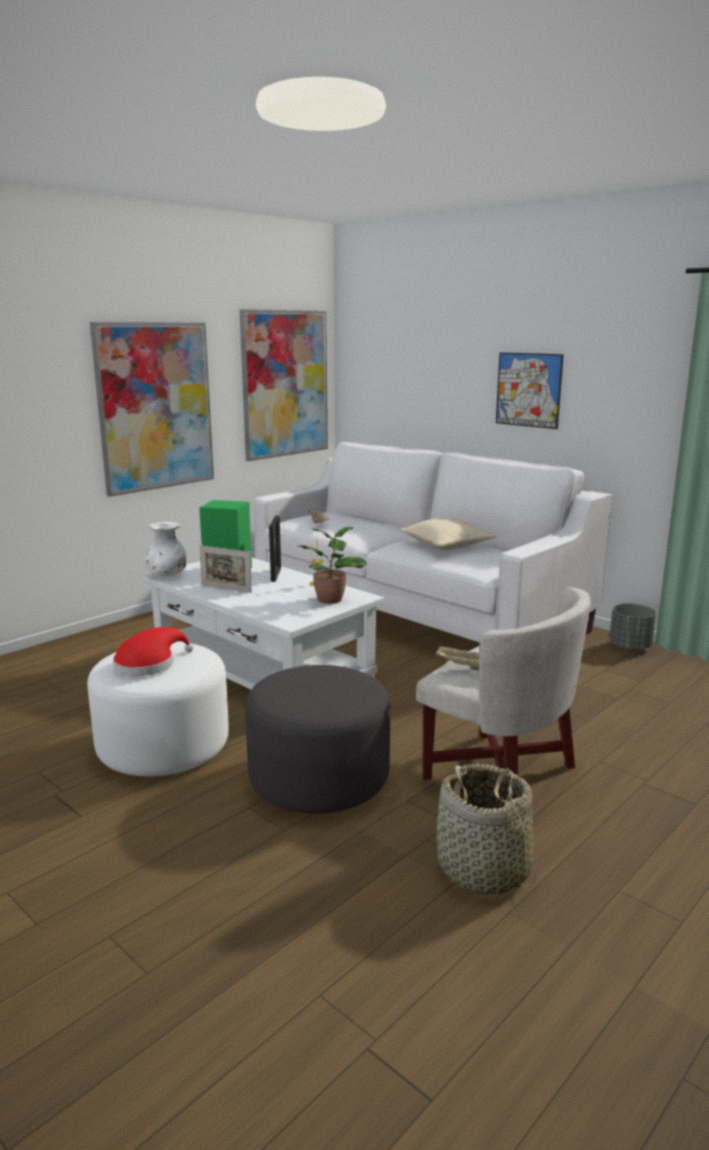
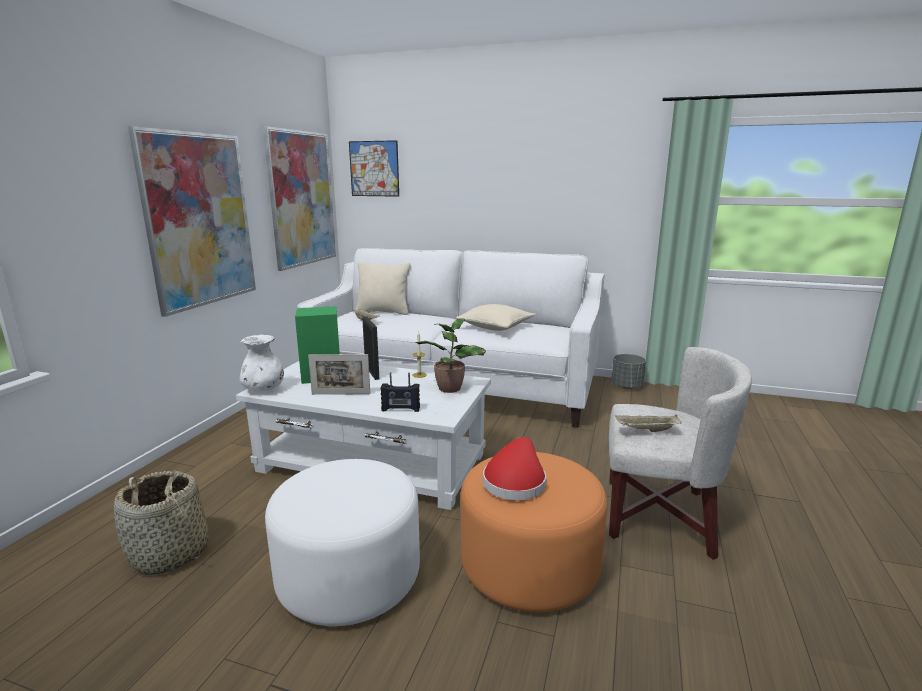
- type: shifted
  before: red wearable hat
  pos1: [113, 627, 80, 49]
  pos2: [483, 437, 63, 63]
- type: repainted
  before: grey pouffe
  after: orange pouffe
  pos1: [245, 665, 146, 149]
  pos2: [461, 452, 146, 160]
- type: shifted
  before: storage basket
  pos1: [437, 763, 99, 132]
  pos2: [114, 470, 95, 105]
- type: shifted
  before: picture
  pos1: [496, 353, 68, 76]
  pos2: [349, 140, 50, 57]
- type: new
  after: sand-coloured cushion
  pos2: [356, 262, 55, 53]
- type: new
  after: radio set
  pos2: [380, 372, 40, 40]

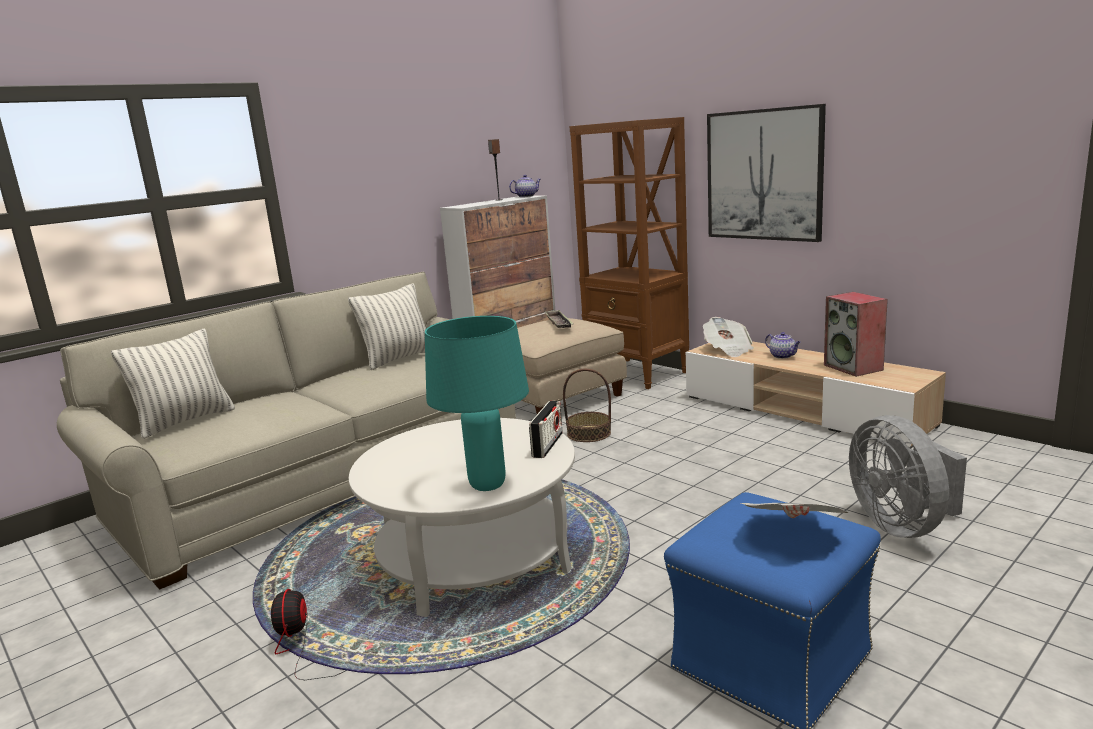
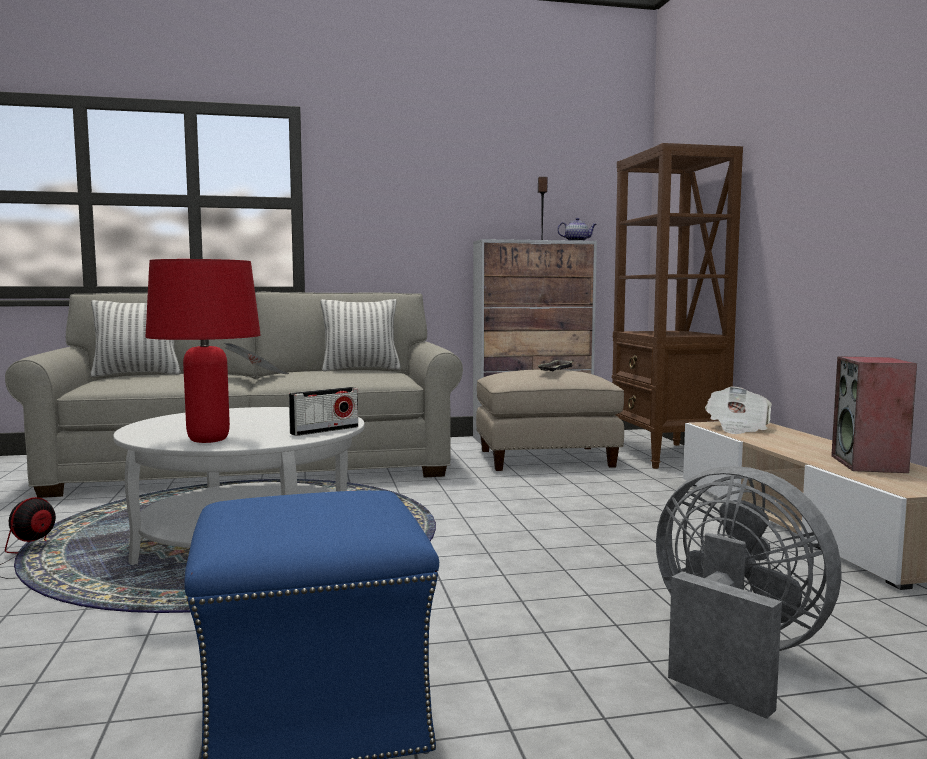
- type: repainted
  before: turquoise tabletop lamp
  after: red tabletop lamp
  pos1: [425, 316, 104, 175]
  pos2: [146, 259, 115, 184]
- type: gone
  before: storage basket
  pos1: [563, 369, 48, 73]
- type: gone
  before: picture
  pos1: [707, 104, 119, 138]
- type: shifted
  before: newspaper
  pos1: [741, 503, 107, 15]
  pos2: [224, 343, 65, 31]
- type: gone
  before: teapot
  pos1: [765, 332, 36, 27]
- type: rotated
  before: grey cooling fan
  pos1: [849, 415, 118, 123]
  pos2: [656, 466, 186, 253]
  turn: 120

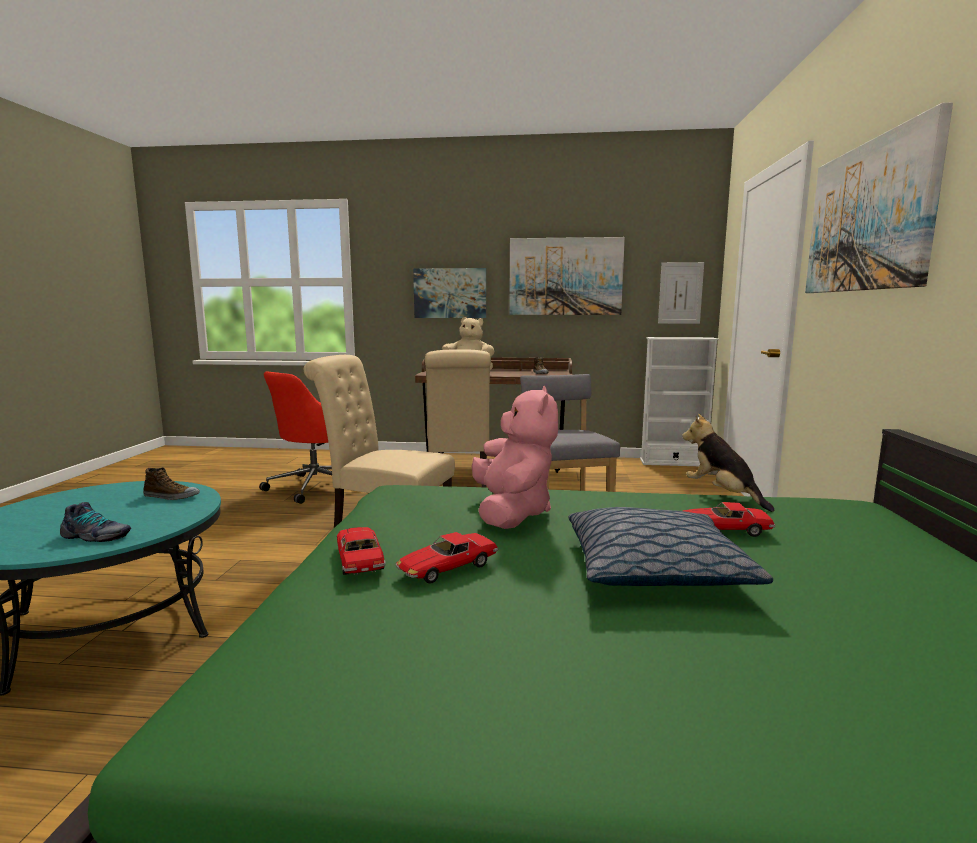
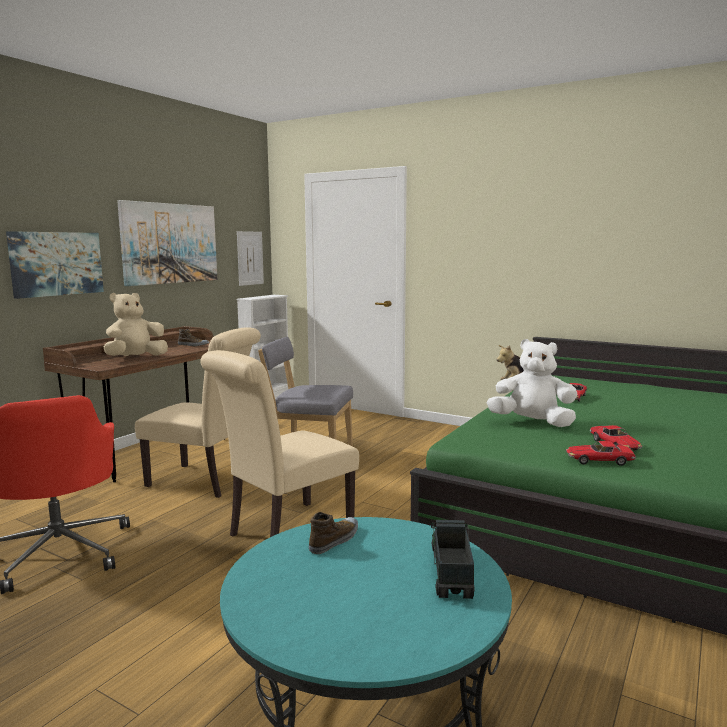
- type: swapped
  before: low shoe
  after: toy truck
  pos1: [60, 502, 71, 40]
  pos2: [431, 520, 44, 79]
- type: repainted
  before: pinkish cuddly toy
  after: white cuddly toy
  pos1: [472, 386, 86, 143]
  pos2: [486, 339, 91, 88]
- type: gone
  before: cushion
  pos1: [568, 507, 205, 79]
- type: gone
  before: picture
  pos1: [805, 102, 148, 191]

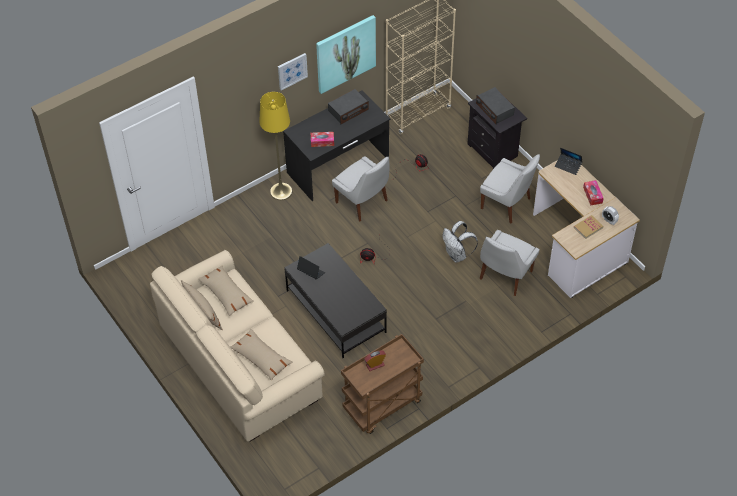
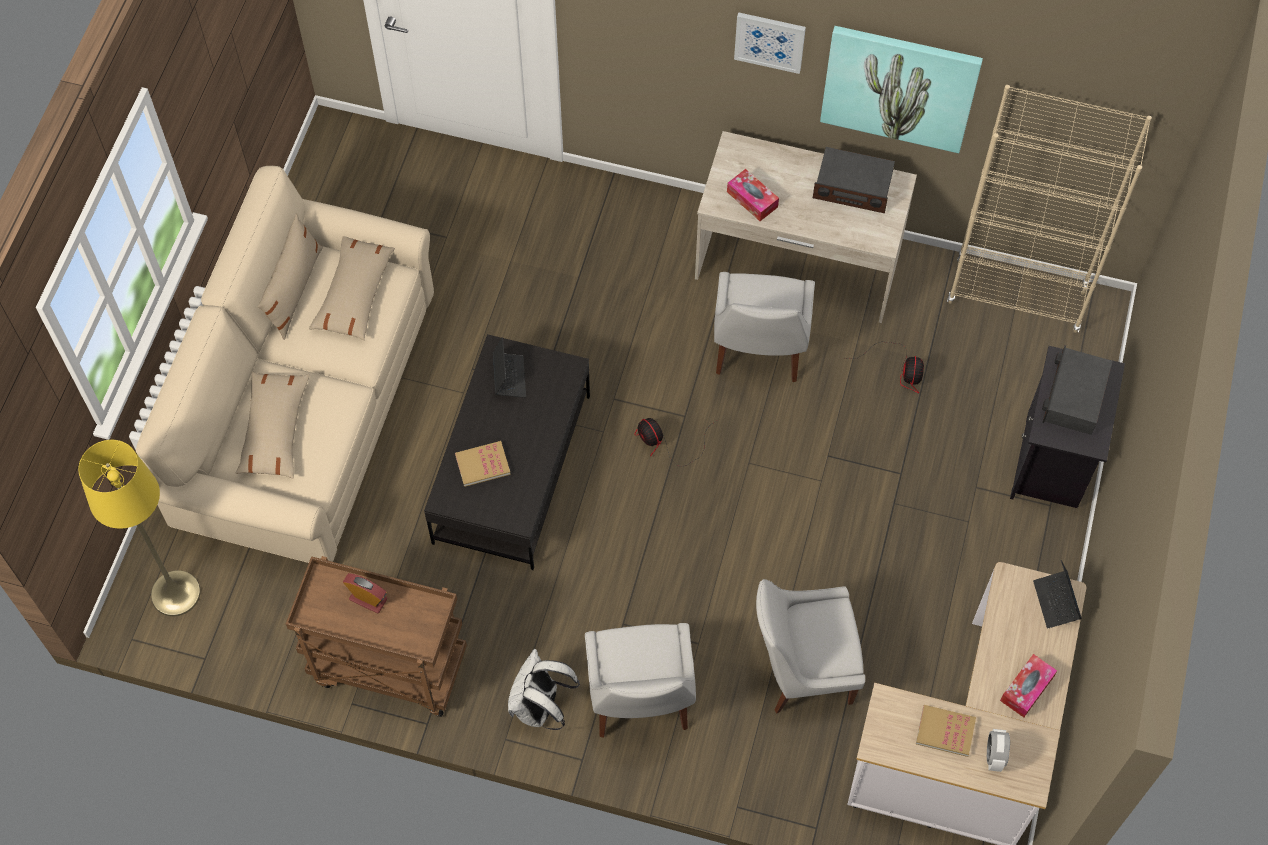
- type: shifted
  before: yellow-coloured standing lamp
  pos1: [259, 92, 33, 108]
  pos2: [78, 440, 123, 176]
- type: repainted
  before: black desk table
  after: sand-coloured desk table
  pos1: [283, 90, 107, 111]
  pos2: [695, 131, 222, 192]
- type: shifted
  before: white rucksack
  pos1: [443, 221, 35, 41]
  pos2: [508, 649, 72, 81]
- type: shifted
  before: white chair
  pos1: [480, 154, 60, 69]
  pos2: [585, 623, 111, 115]
- type: new
  after: volume
  pos2: [455, 441, 56, 46]

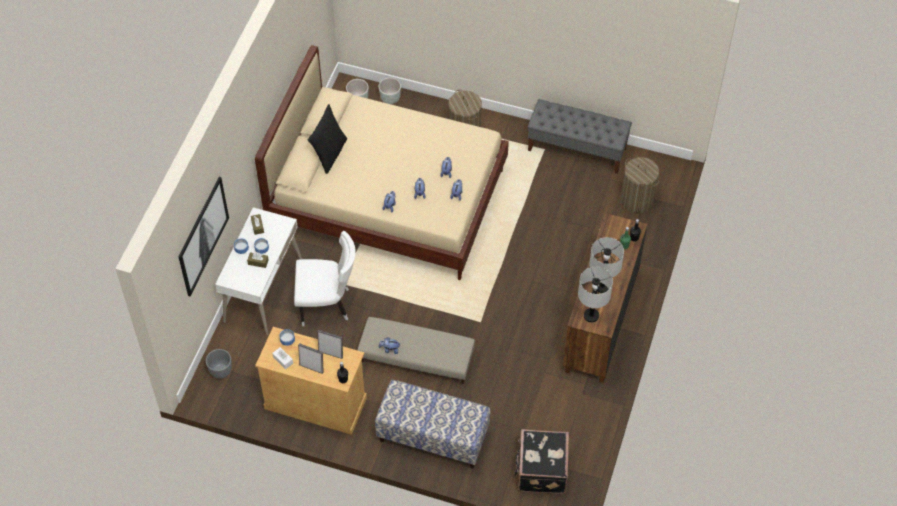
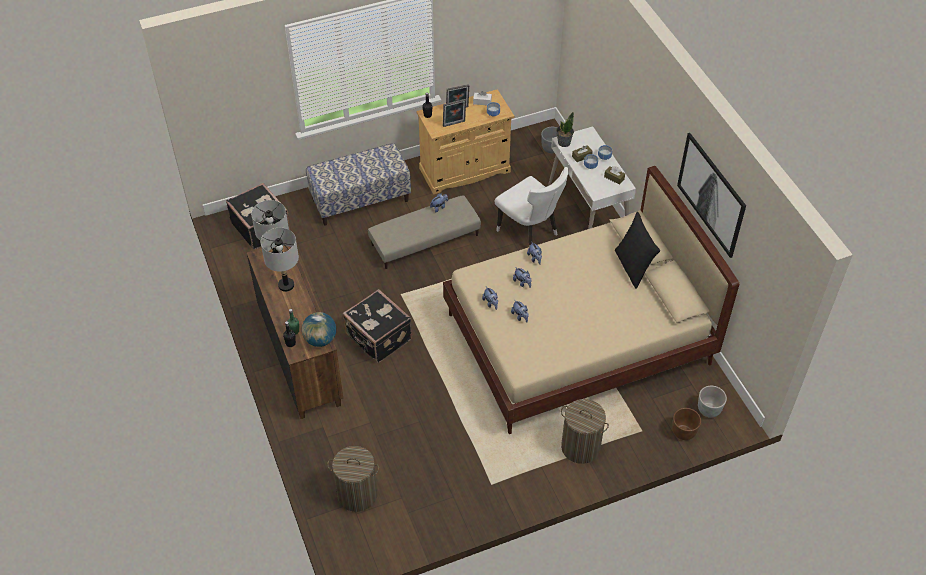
- type: shifted
  before: picture
  pos1: [178, 177, 51, 119]
  pos2: [677, 133, 69, 125]
- type: rotated
  before: white chair
  pos1: [294, 231, 62, 95]
  pos2: [495, 167, 74, 80]
  turn: -90
- type: repainted
  before: grey planter
  after: brown-coloured planter
  pos1: [379, 78, 22, 26]
  pos2: [672, 408, 29, 32]
- type: gone
  before: grey bench
  pos1: [528, 99, 104, 75]
- type: new
  after: globe
  pos2: [302, 312, 34, 35]
- type: new
  after: black piece of luggage
  pos2: [343, 289, 69, 74]
- type: new
  after: potted plant
  pos2: [556, 112, 18, 35]

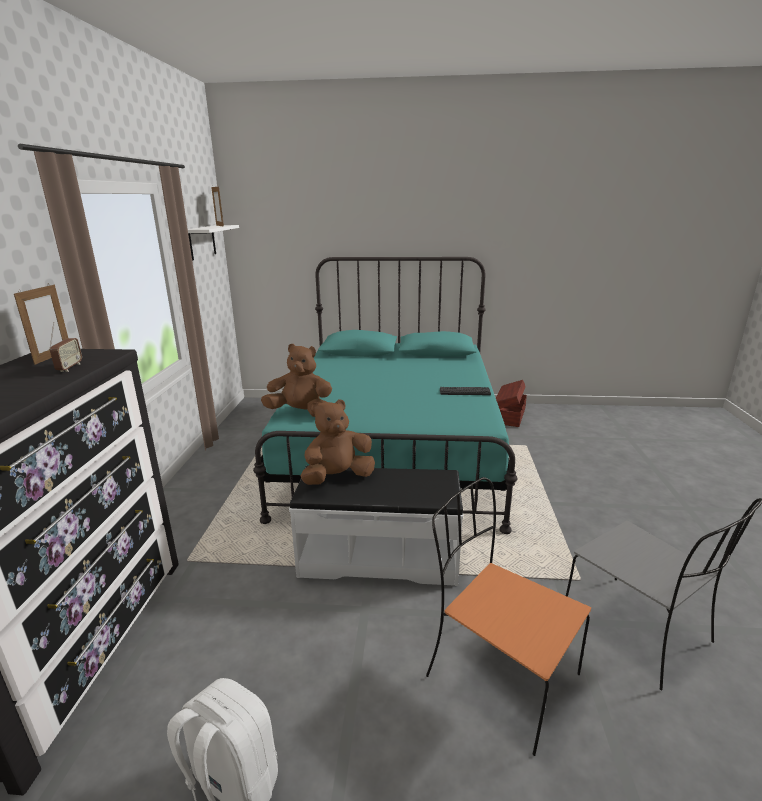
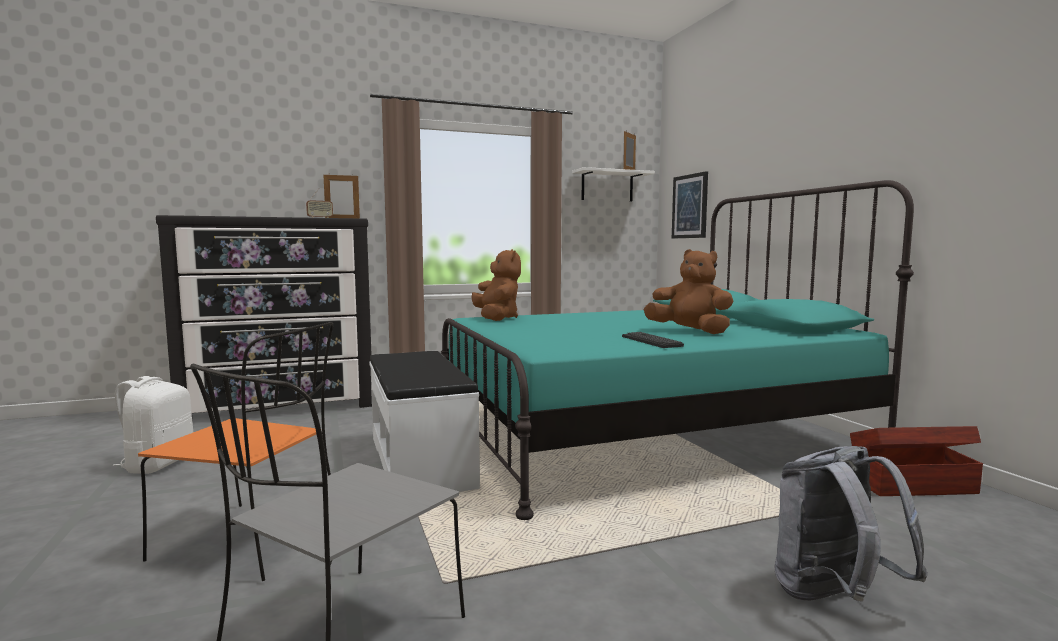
- type: shifted
  before: brown-coloured cuddly toy
  pos1: [300, 399, 75, 86]
  pos2: [644, 249, 89, 85]
- type: rotated
  before: orange chair
  pos1: [426, 477, 165, 279]
  pos2: [138, 322, 195, 259]
  turn: 90
- type: new
  after: picture
  pos2: [672, 171, 36, 67]
- type: new
  after: grey rucksack
  pos2: [775, 446, 153, 156]

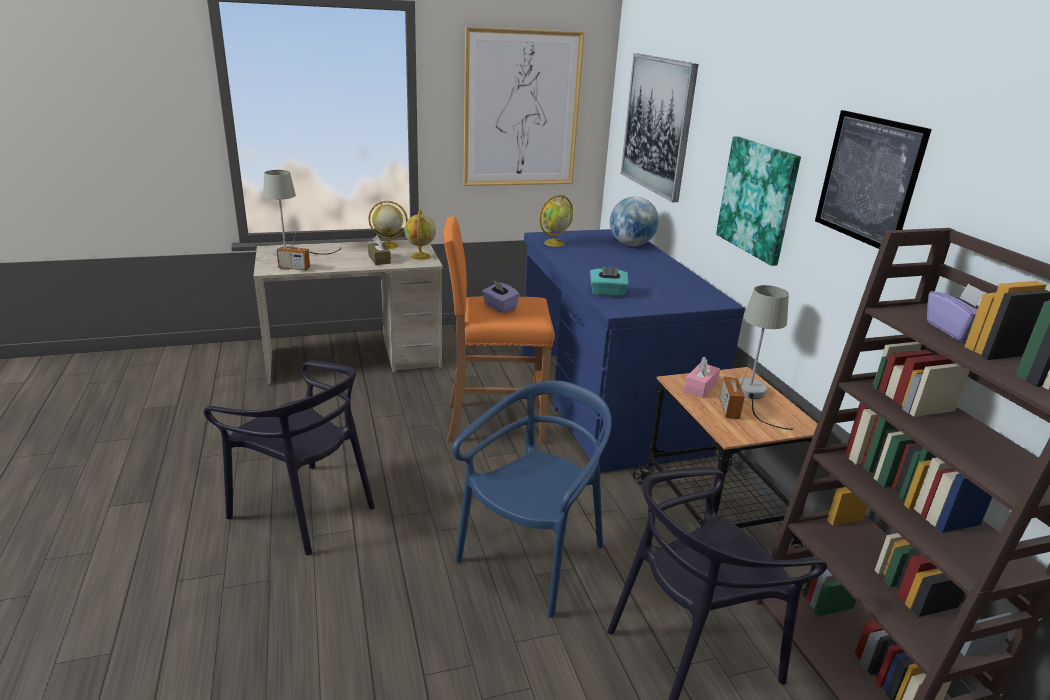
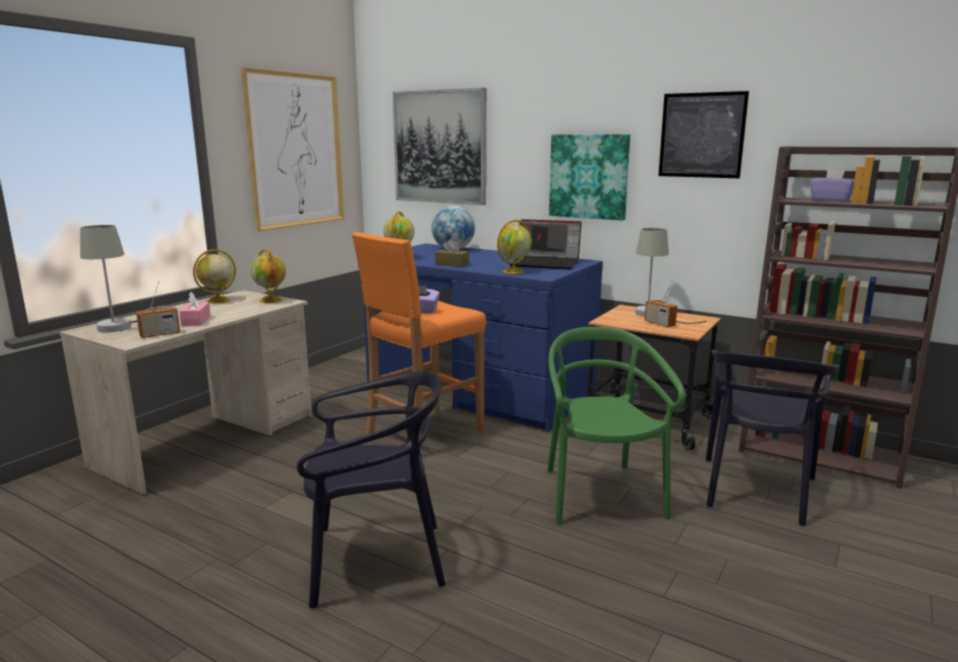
- type: shifted
  before: brown-coloured tissue holder
  pos1: [368, 235, 23, 30]
  pos2: [435, 239, 34, 28]
- type: repainted
  before: blue-coloured chair
  after: greenish chair
  pos1: [452, 380, 160, 238]
  pos2: [547, 327, 138, 198]
- type: swapped
  before: turquoise tissue holder
  after: globe
  pos1: [590, 266, 39, 31]
  pos2: [497, 220, 35, 54]
- type: shifted
  before: pinkish tissue holder
  pos1: [684, 357, 36, 41]
  pos2: [179, 292, 32, 35]
- type: new
  after: laptop
  pos2: [509, 219, 73, 51]

